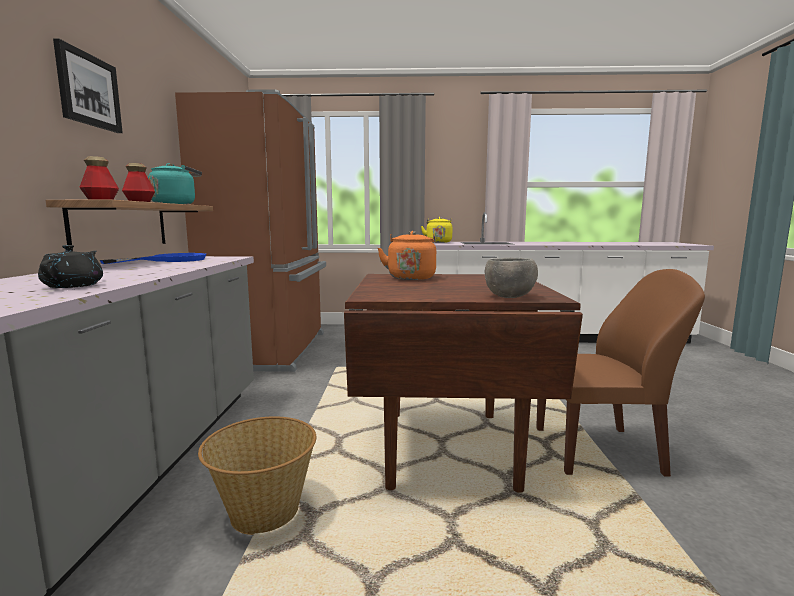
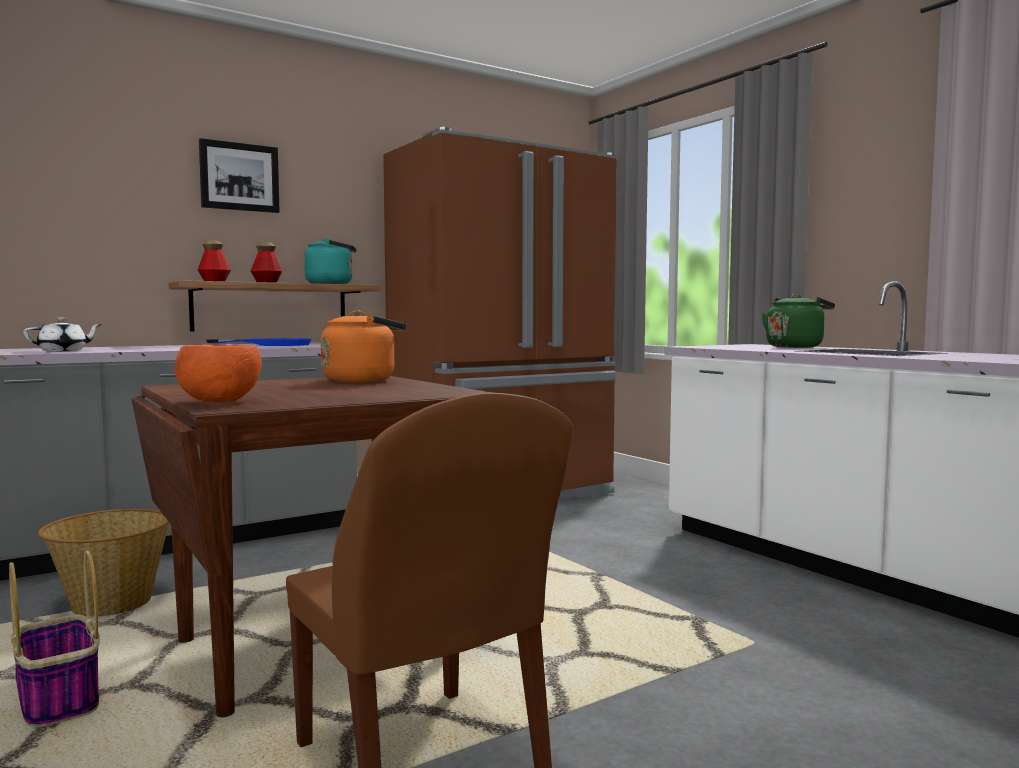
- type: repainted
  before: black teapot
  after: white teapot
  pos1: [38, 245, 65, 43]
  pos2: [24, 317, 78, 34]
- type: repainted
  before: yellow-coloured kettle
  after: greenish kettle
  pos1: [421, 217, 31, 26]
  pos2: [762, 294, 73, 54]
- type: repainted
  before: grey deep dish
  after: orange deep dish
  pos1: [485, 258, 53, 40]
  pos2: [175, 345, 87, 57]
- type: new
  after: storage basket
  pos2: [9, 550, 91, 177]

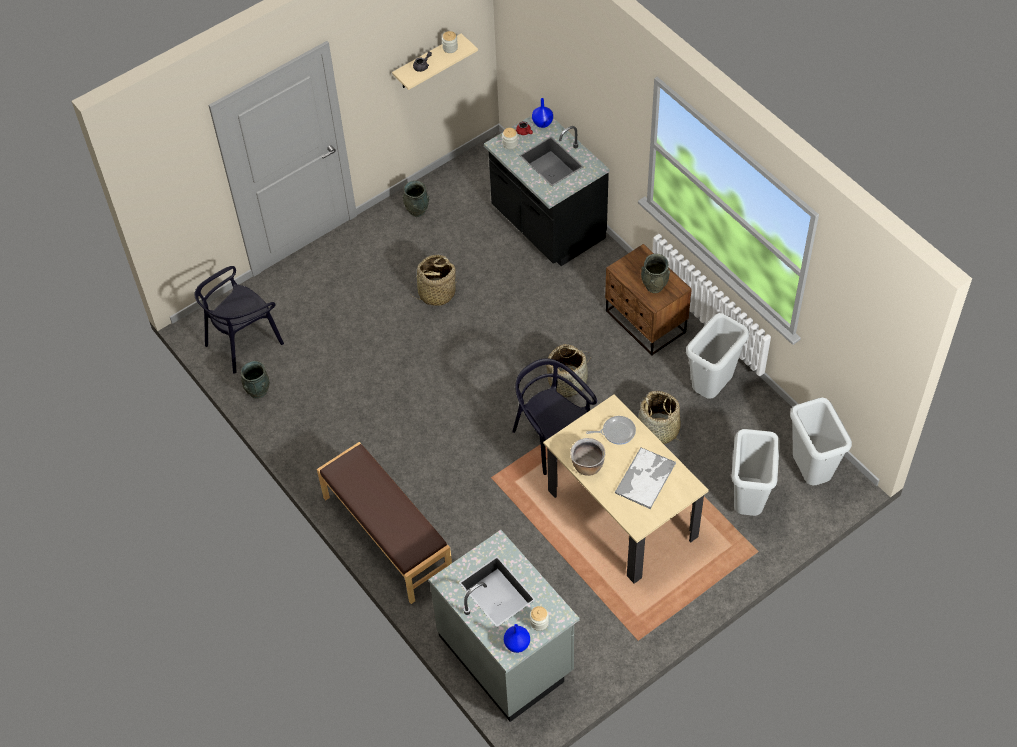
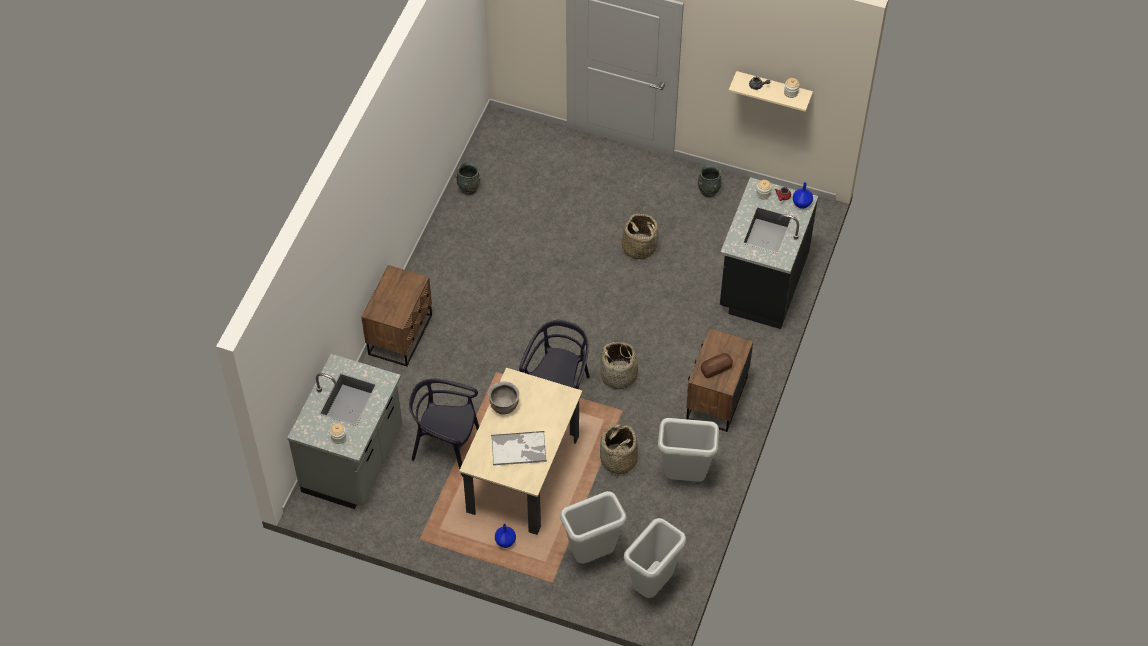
- type: shifted
  before: black chair
  pos1: [194, 266, 90, 108]
  pos2: [409, 379, 70, 98]
- type: swapped
  before: brown-coloured bench
  after: brown-coloured bedside table
  pos1: [317, 442, 135, 162]
  pos2: [361, 265, 71, 102]
- type: shifted
  before: blue-coloured flower vase
  pos1: [504, 624, 26, 29]
  pos2: [495, 524, 21, 24]
- type: gone
  before: frying pan
  pos1: [586, 416, 50, 29]
- type: swapped
  before: grey flower vase
  after: bread
  pos1: [641, 254, 29, 39]
  pos2: [701, 353, 32, 25]

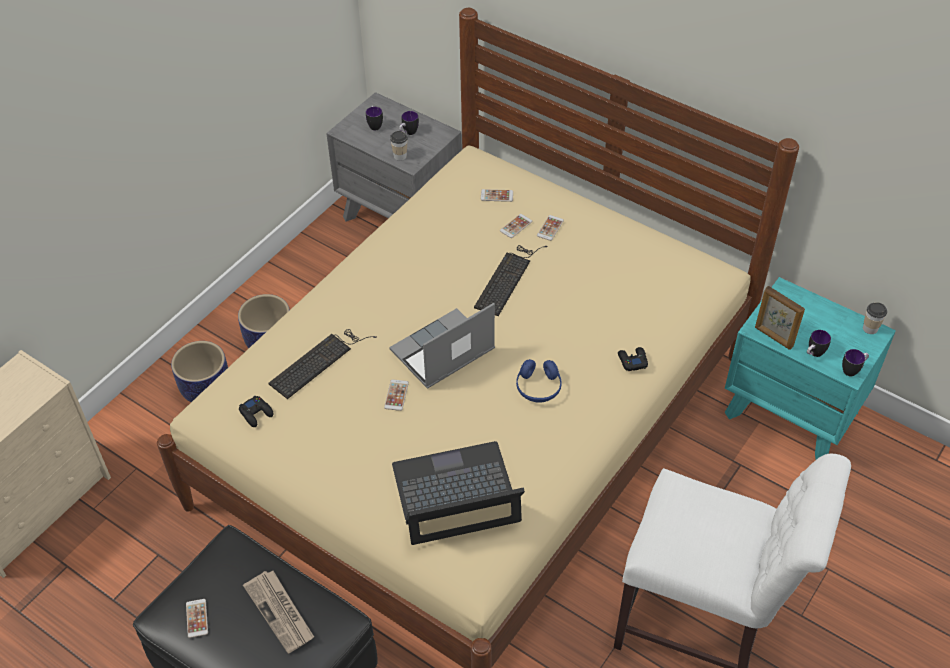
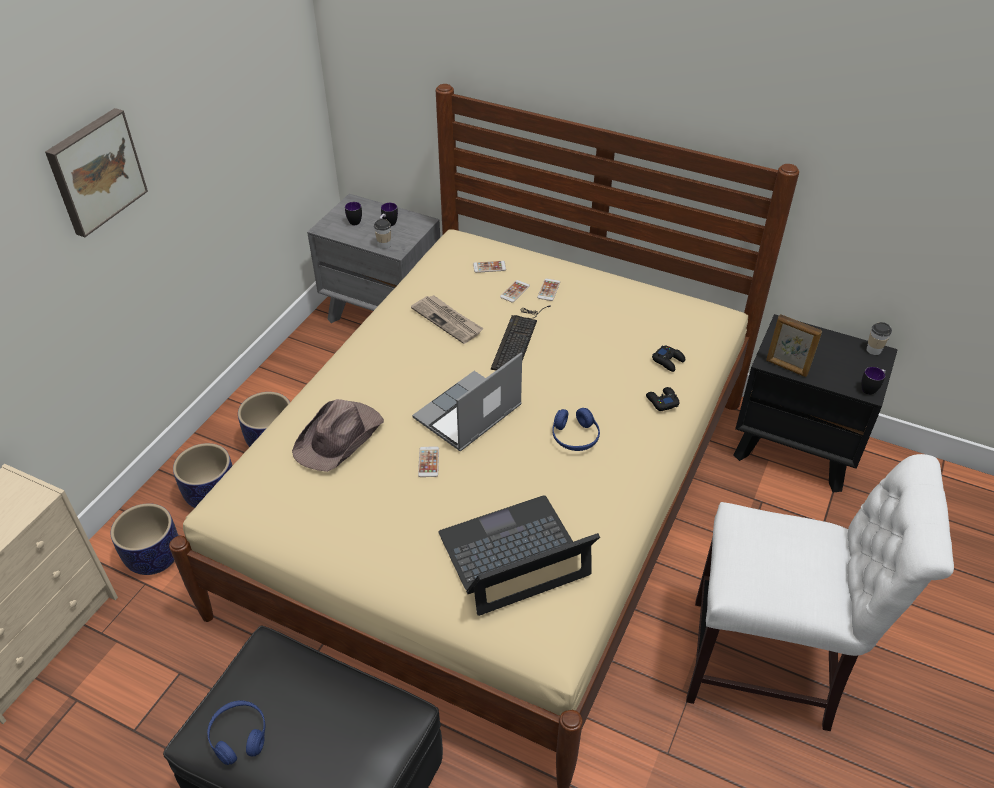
- type: swapped
  before: telephone
  after: blue-coloured pair of headphones
  pos1: [186, 599, 22, 39]
  pos2: [207, 701, 58, 64]
- type: shifted
  before: black joypad
  pos1: [239, 396, 34, 31]
  pos2: [652, 345, 33, 27]
- type: shifted
  before: newspaper
  pos1: [243, 571, 71, 83]
  pos2: [411, 295, 73, 49]
- type: swapped
  before: keyboard
  after: brown-coloured wearable hat
  pos1: [268, 329, 109, 70]
  pos2: [292, 399, 92, 73]
- type: repainted
  before: turquoise bedside table
  after: black bedside table
  pos1: [725, 277, 171, 182]
  pos2: [734, 314, 164, 178]
- type: gone
  before: mug
  pos1: [807, 330, 24, 27]
- type: new
  after: picture
  pos2: [45, 108, 103, 129]
- type: new
  after: planter
  pos2: [110, 503, 68, 72]

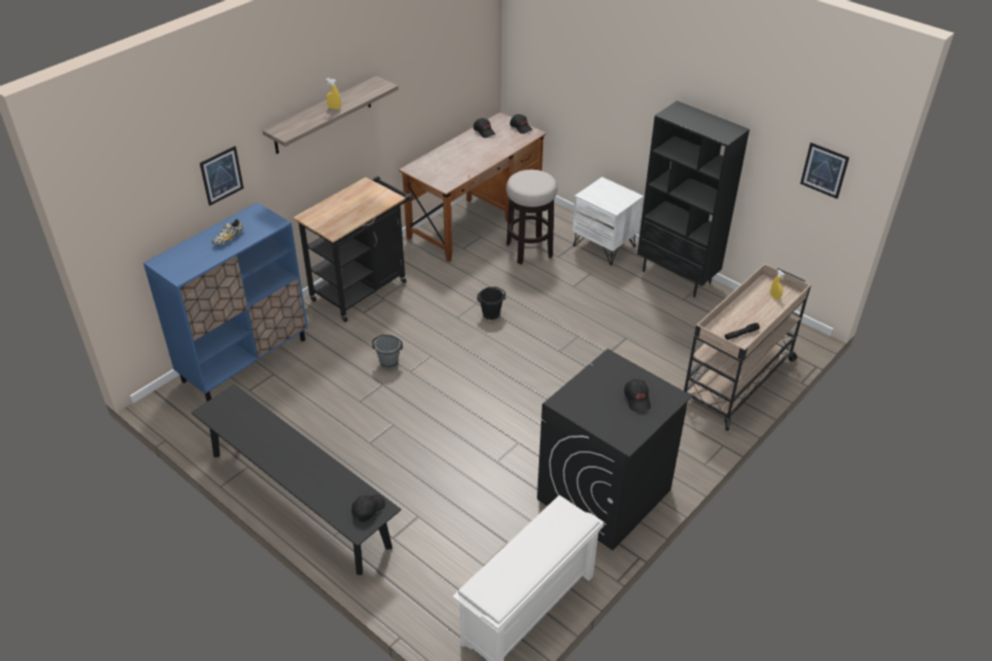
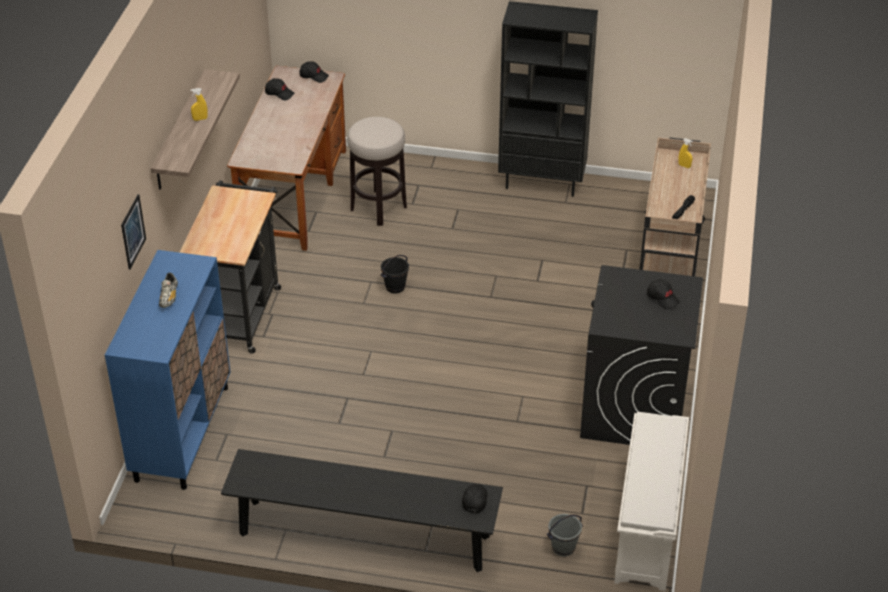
- type: shifted
  before: grey water bucket
  pos1: [372, 335, 31, 34]
  pos2: [547, 514, 36, 43]
- type: gone
  before: white bedside table
  pos1: [572, 177, 72, 88]
- type: gone
  before: picture
  pos1: [800, 143, 49, 56]

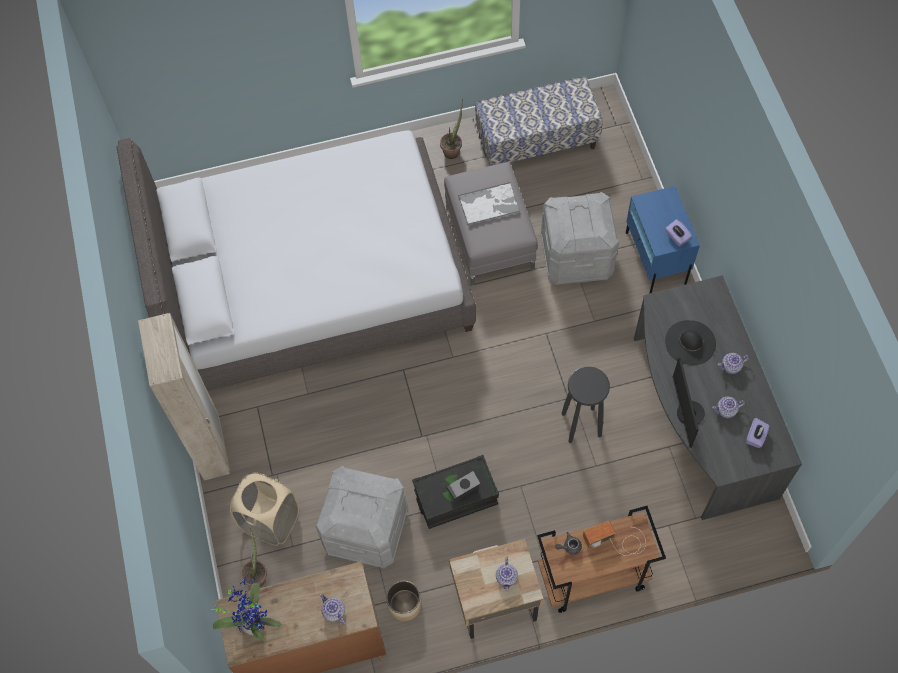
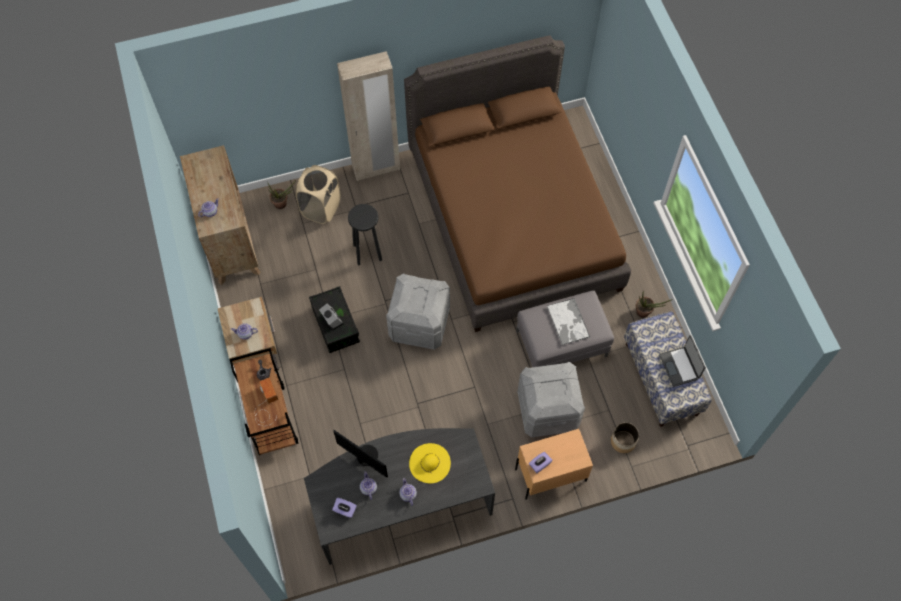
- type: repainted
  before: grey bedroom bed
  after: brown-coloured bedroom bed
  pos1: [117, 131, 359, 260]
  pos2: [404, 35, 227, 297]
- type: gone
  before: potted plant
  pos1: [211, 577, 70, 64]
- type: shifted
  before: grey storage bin
  pos1: [315, 466, 93, 103]
  pos2: [386, 273, 64, 77]
- type: shifted
  before: planter
  pos1: [386, 581, 36, 40]
  pos2: [611, 422, 28, 31]
- type: shifted
  before: black sitting stool
  pos1: [562, 366, 48, 77]
  pos2: [348, 204, 34, 62]
- type: repainted
  before: blue-coloured bedside table
  after: sand-coloured bedside table
  pos1: [626, 186, 74, 108]
  pos2: [515, 429, 78, 71]
- type: repainted
  before: black wearable hat
  after: yellow-coloured wearable hat
  pos1: [665, 320, 51, 45]
  pos2: [409, 443, 42, 40]
- type: rotated
  before: computer display
  pos1: [673, 356, 32, 92]
  pos2: [333, 430, 55, 47]
  turn: -135
- type: new
  after: laptop
  pos2: [659, 335, 47, 52]

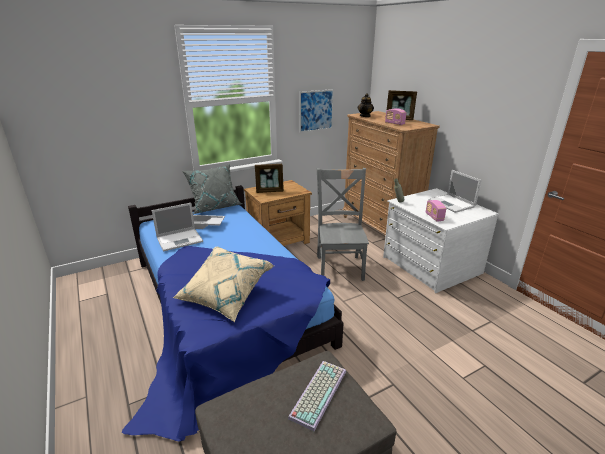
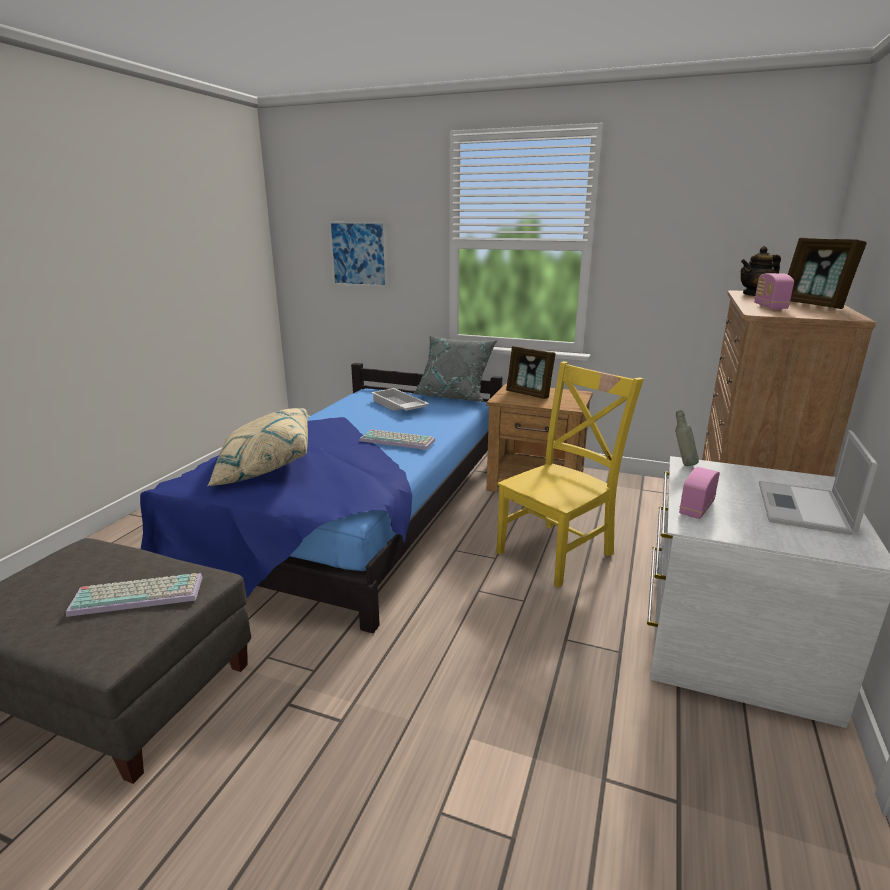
- type: gone
  before: laptop
  pos1: [152, 203, 51, 48]
- type: shifted
  before: picture
  pos1: [299, 89, 35, 44]
  pos2: [329, 221, 59, 66]
- type: repainted
  before: grey chair
  after: yellow-coloured chair
  pos1: [317, 168, 52, 113]
  pos2: [496, 361, 148, 227]
- type: new
  after: keyboard
  pos2: [360, 429, 75, 21]

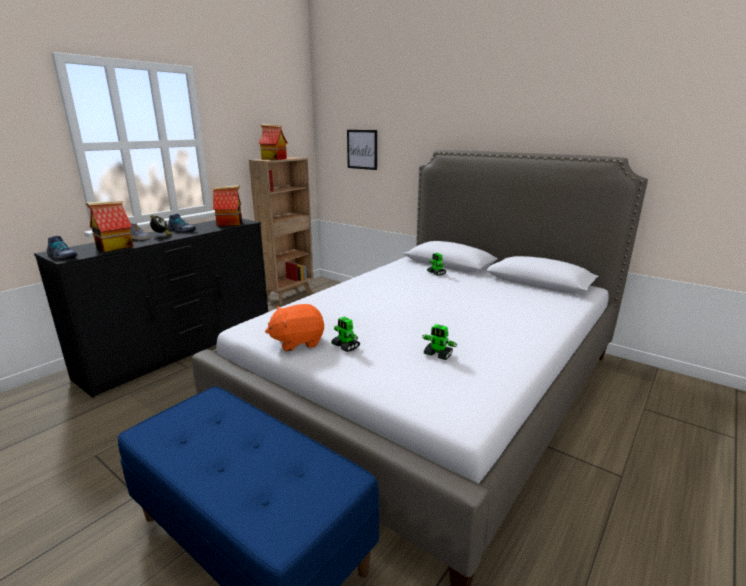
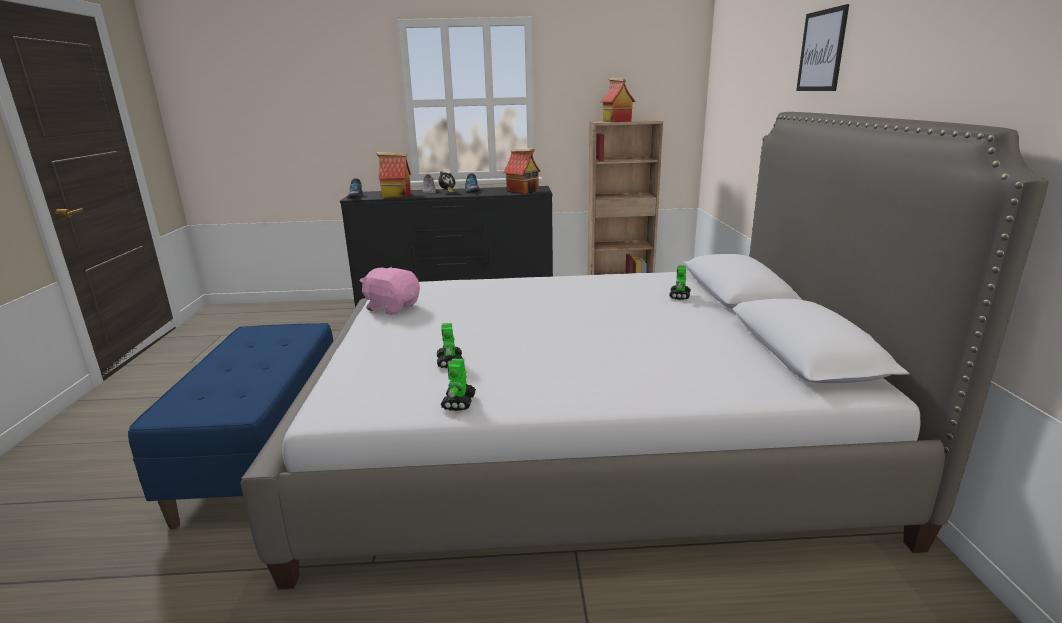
- type: repainted
  before: orange cuddly toy
  after: pinkish cuddly toy
  pos1: [265, 304, 59, 48]
  pos2: [360, 267, 60, 48]
- type: shifted
  before: model robot
  pos1: [331, 317, 29, 35]
  pos2: [440, 359, 36, 52]
- type: shifted
  before: picture
  pos1: [347, 130, 30, 40]
  pos2: [796, 4, 53, 87]

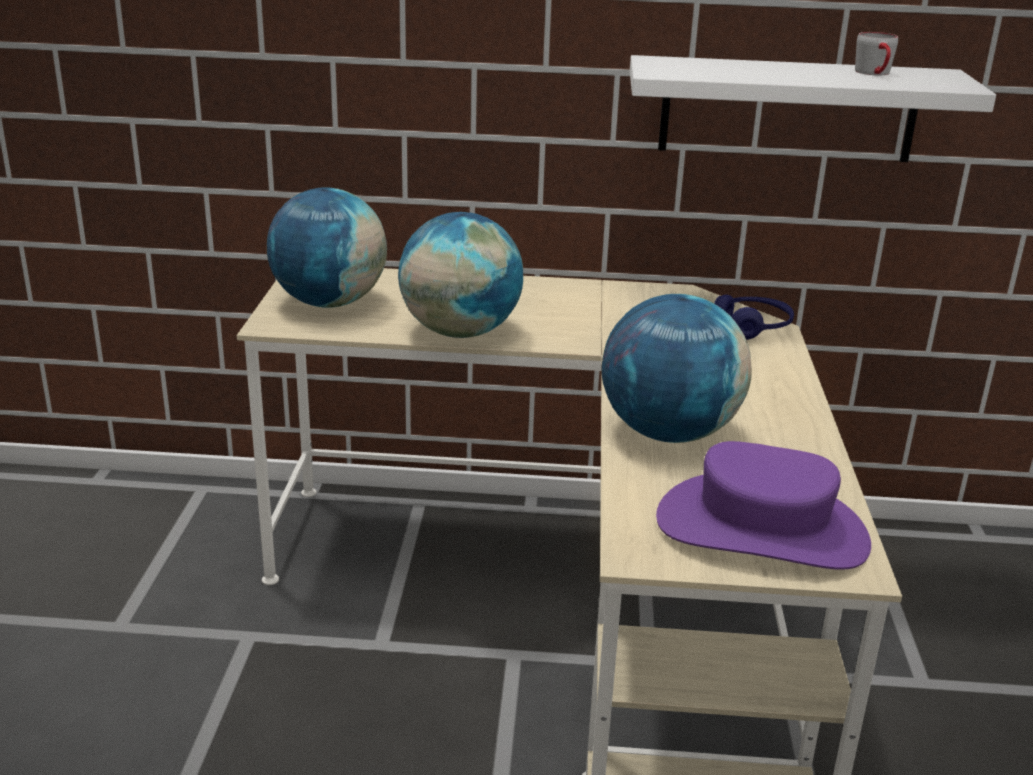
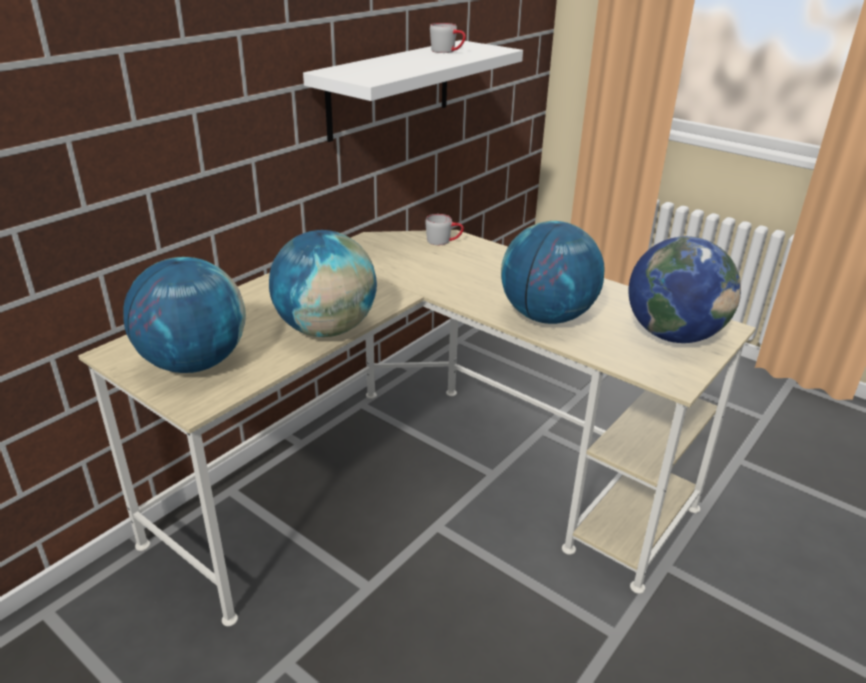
- type: swapped
  before: purple wearable hat
  after: globe
  pos1: [656, 441, 215, 129]
  pos2: [629, 236, 112, 107]
- type: swapped
  before: blue-coloured pair of headphones
  after: grey mug
  pos1: [714, 295, 80, 45]
  pos2: [425, 214, 39, 31]

